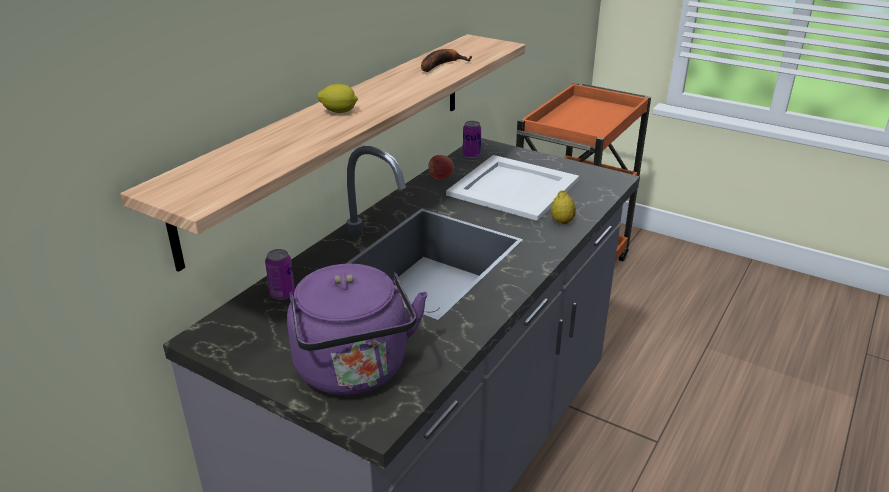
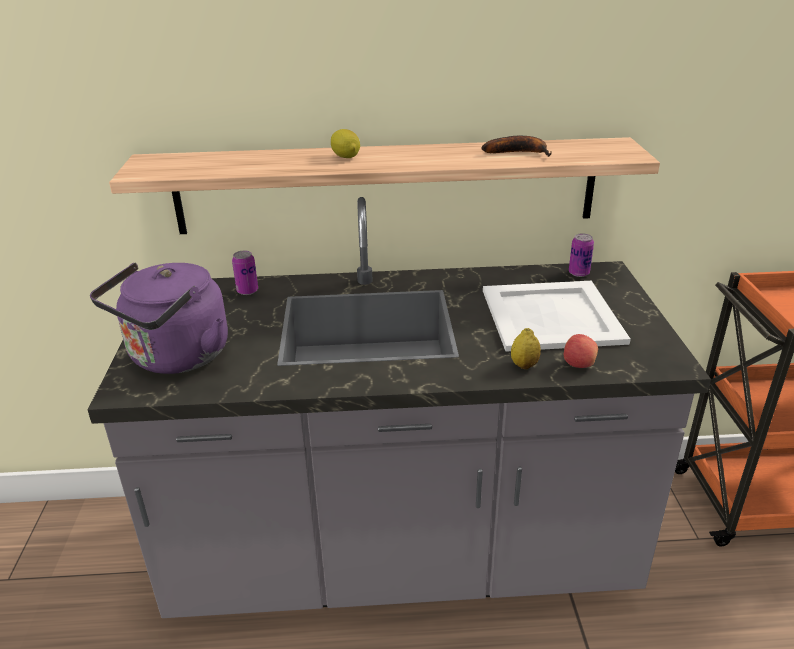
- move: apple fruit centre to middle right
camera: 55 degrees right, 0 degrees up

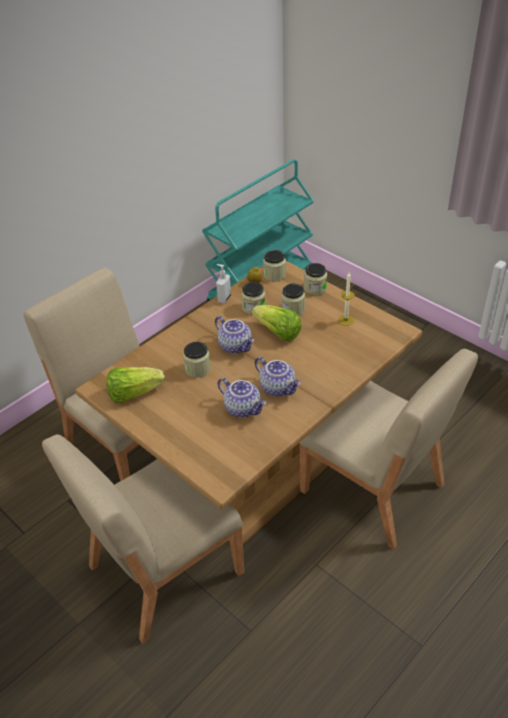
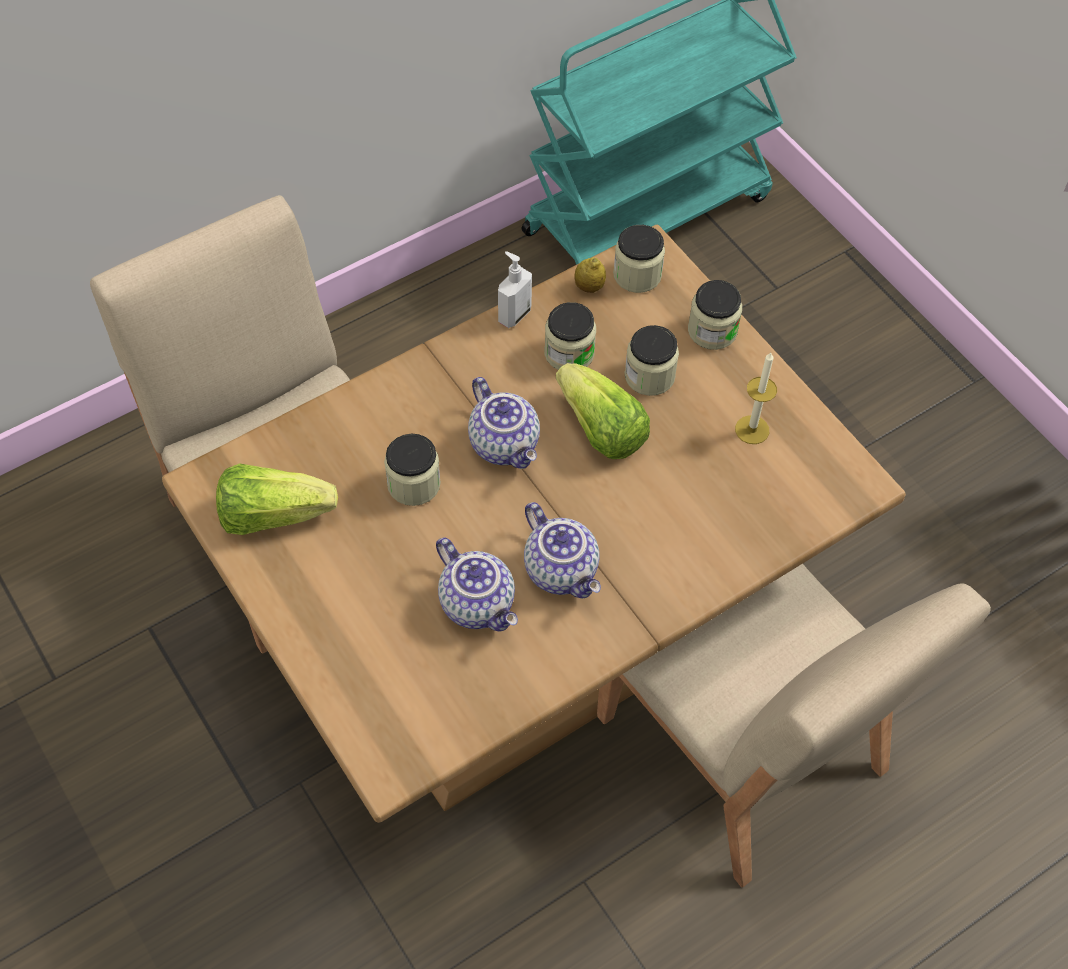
- delete: upright chair (sand-coloured) (2nd from left) bottom left
camera: 10 degrees right, 15 degrees up

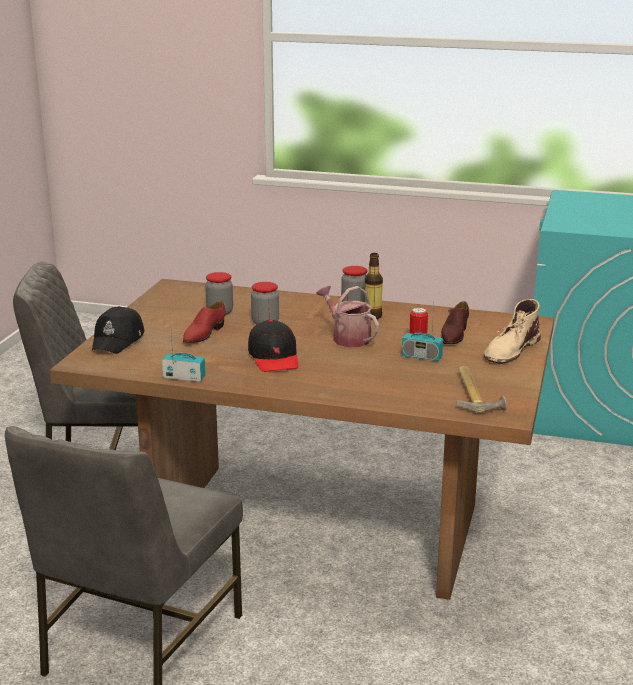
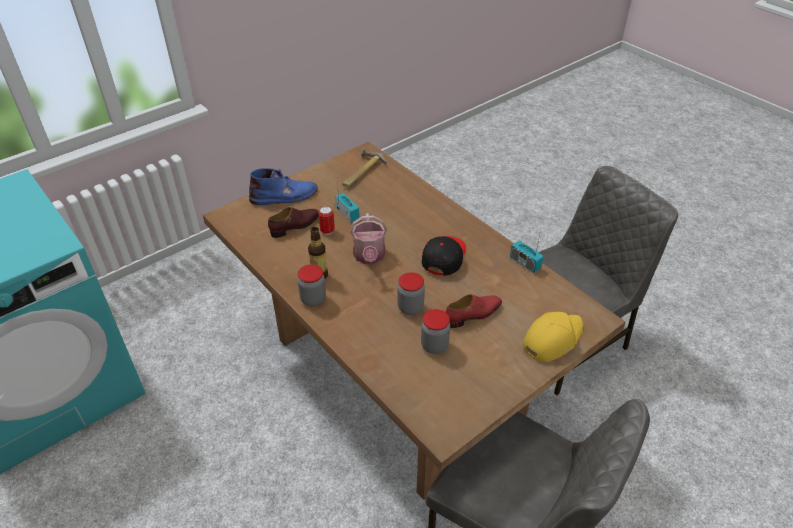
- recolor: high-top boot (sand-coloured) middle right to high-top boot (bluish) centre
- recolor: cap (black) (1st from left) middle left to cap (yellow) middle right
camera: 145 degrees left, 20 degrees up

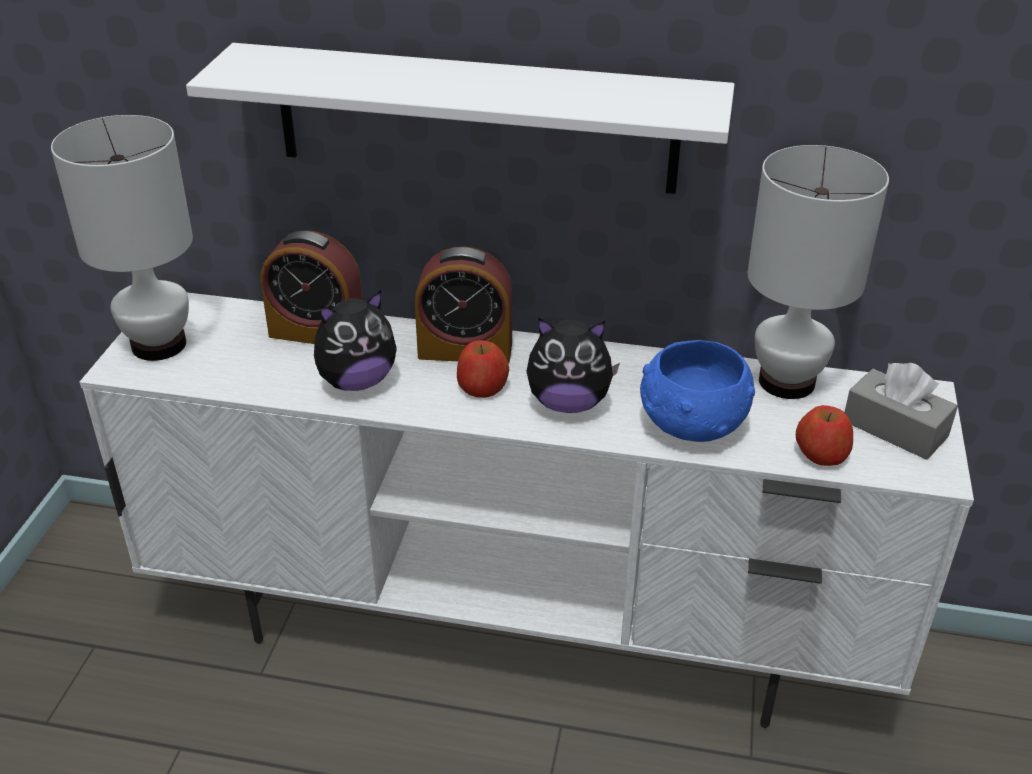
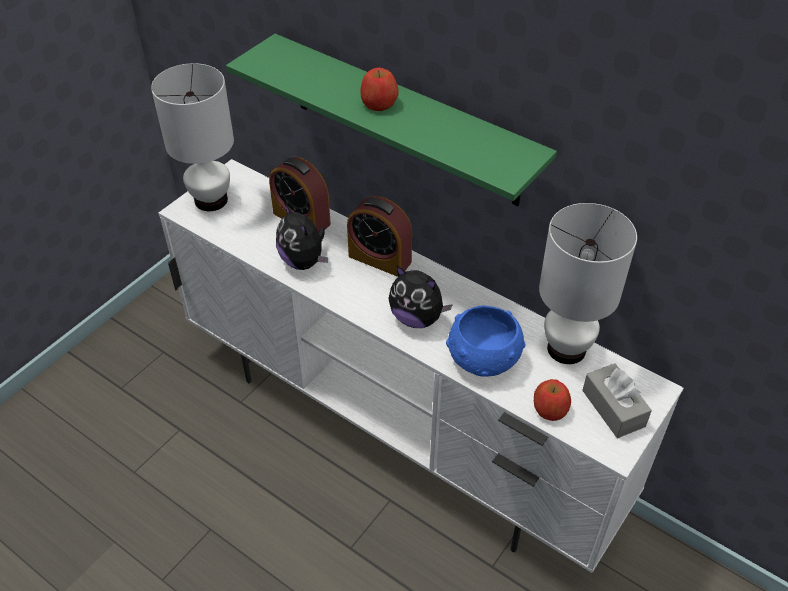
- recolor: wall shelf (white-coloured) top centre to wall shelf (green) top centre
- rotate: cuddly toy (1st from left) centre = centre 60 degrees clockwise
- move: apple fruit (1st from left) centre to top centre
camera: 25 degrees right, 10 degrees up

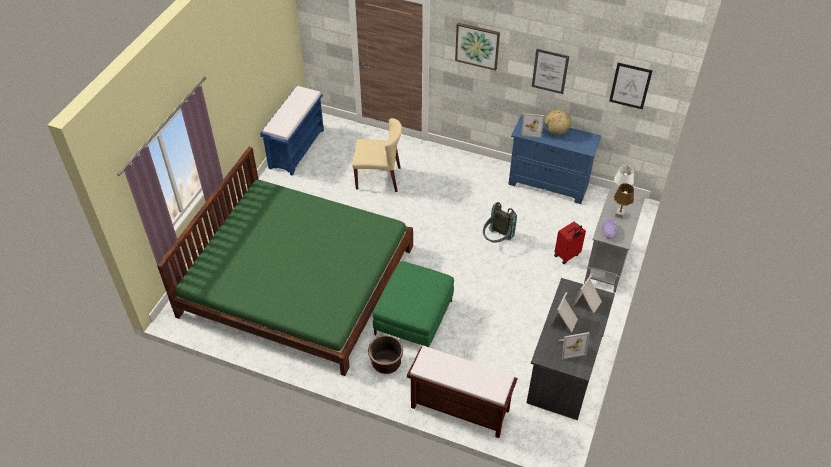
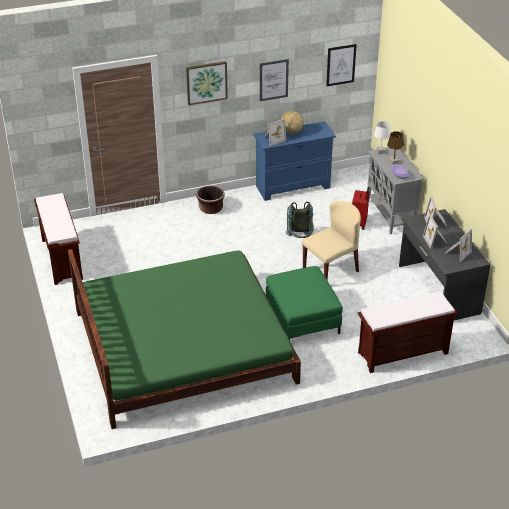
- recolor: long seat (bluish) top centre to long seat (brown) (1st from left) middle left
- move: upright chair (sand-coloured) top centre to centre
- move: flower pot (brown) bottom centre to centre
camera: 40 degrees left, 10 degrees down

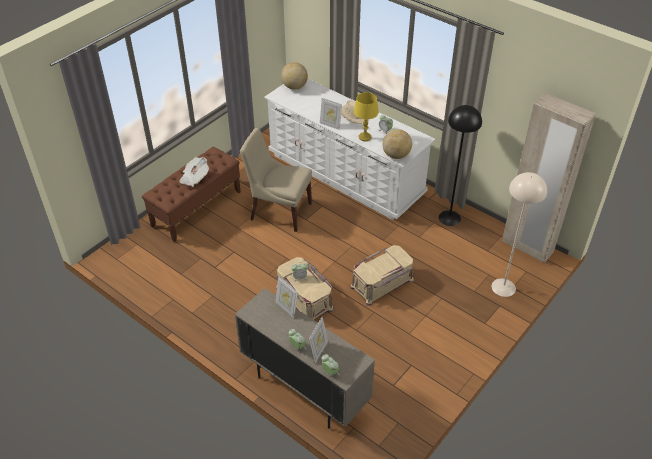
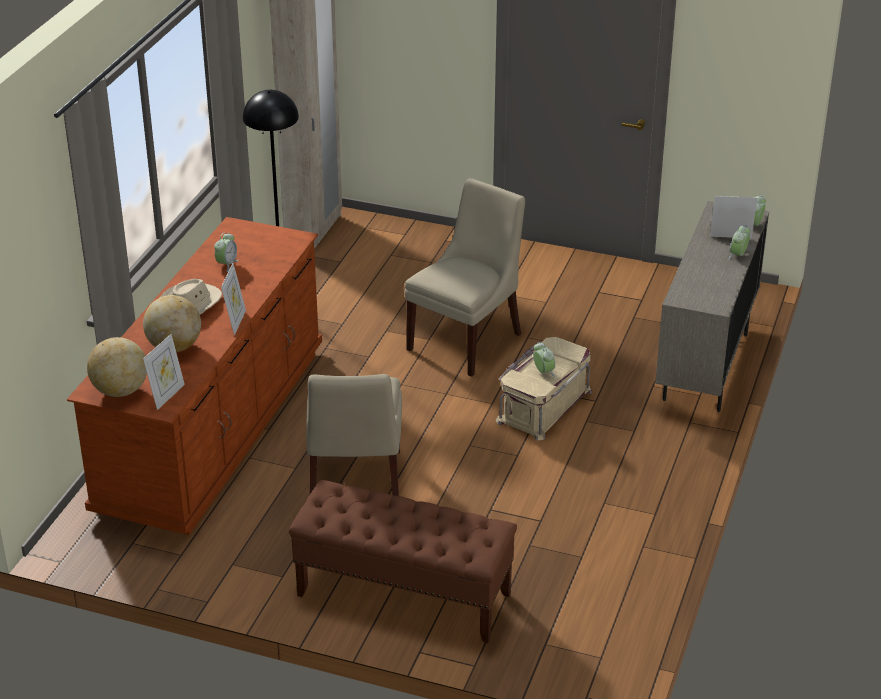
- recolor: drawer chest (white-coloured) top centre to drawer chest (brown) middle left
- delete: table lamp (yellow) top centre
- move: globe (2nd from left) top centre to middle left
- delete: newspaper middle left
- delete: floor lamp (sand-coloured) middle right
- replace: storage container (sand-coloured) (2nd from left) centre to upright chair (sand-coloured) (2nd from left) centre
- move: photo frame (1st from left) centre to middle left
camera: 110 degrees left, 10 degrees down

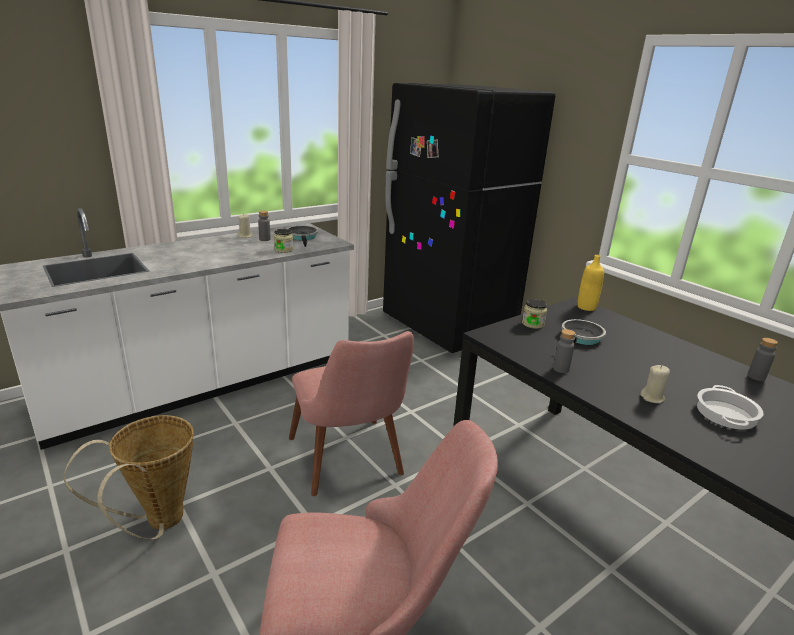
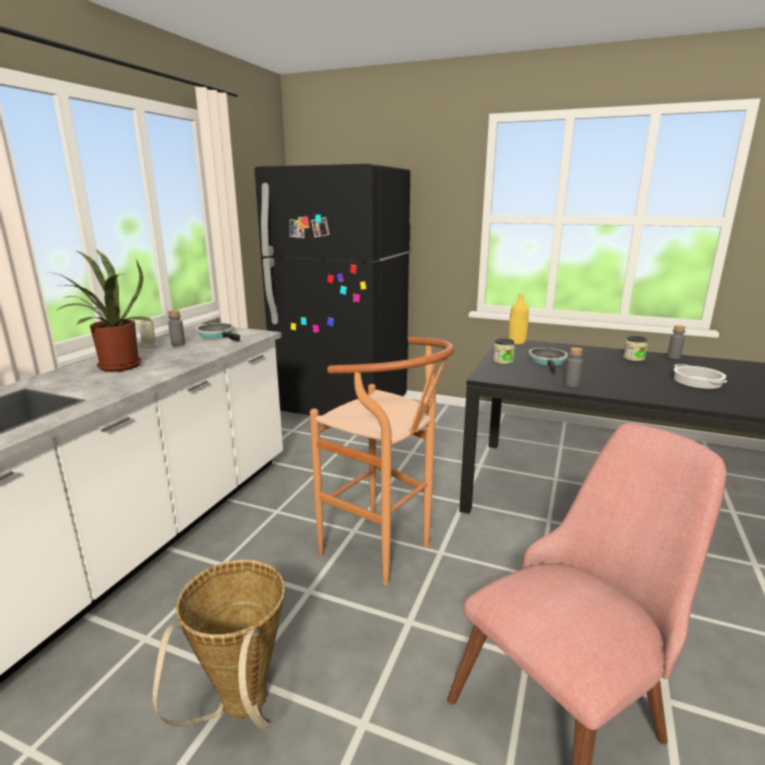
- move: storage jar (1st from left in the first image) centre to storage jar (2nd from left) middle right
- replace: upright chair (pink) (1st from left) centre to stool (brown) centre
- delete: wax light (sand-coloured) (2nd from left) middle right
- insert: houseplant middle left
camera: 30 degrees left, 5 degrees down

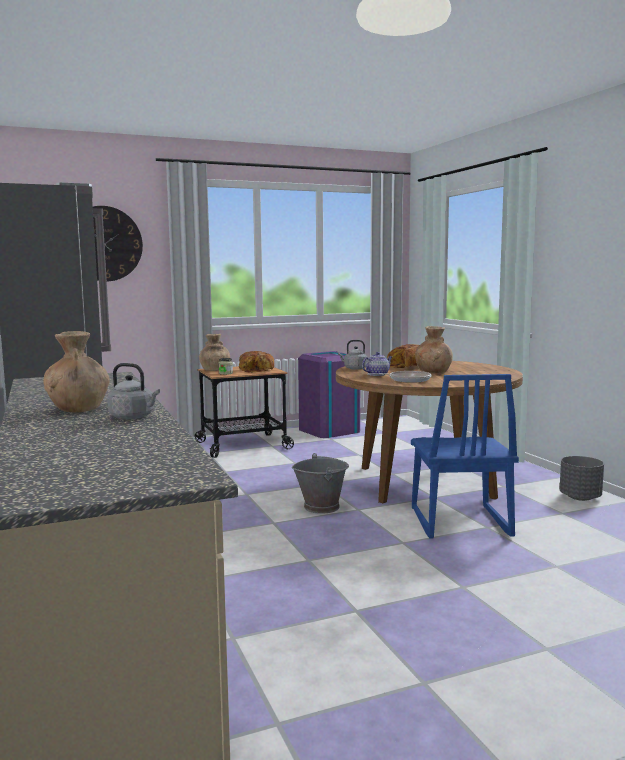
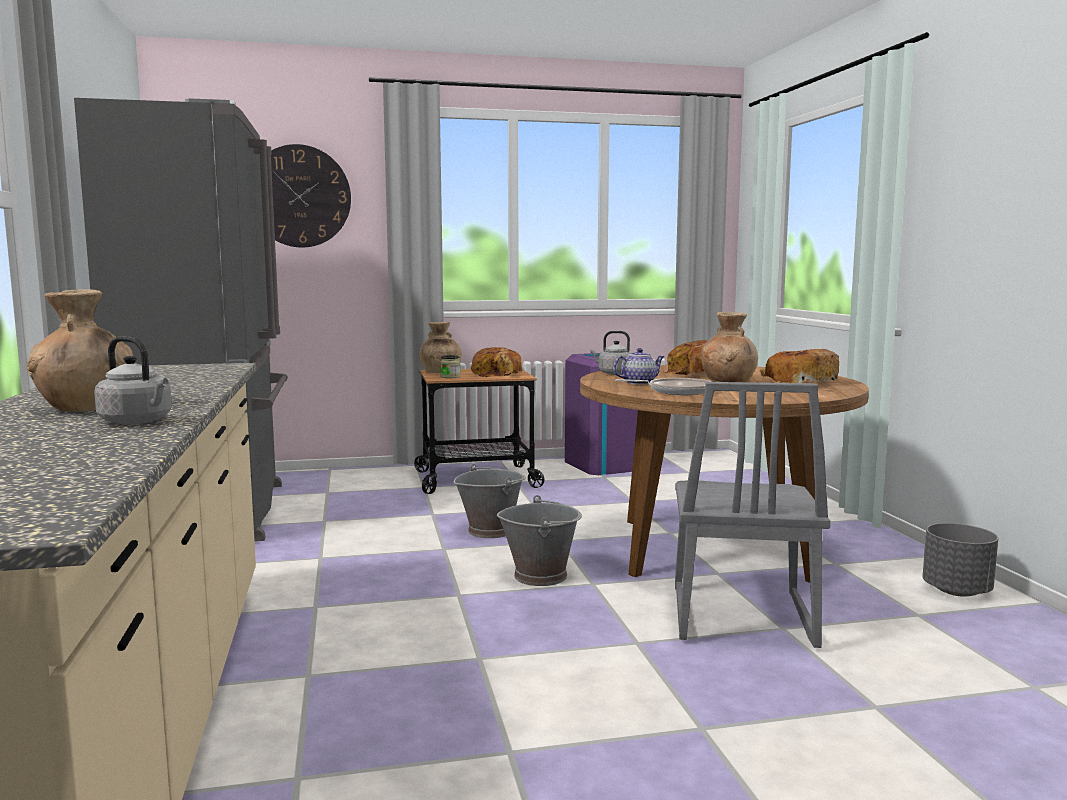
- recolor: upright chair (bluish) middle right to upright chair (grey) middle right
- insert: bread (3rd from left) middle right
- insert: water bucket (grey) (1st from left) centre
camera: 10 degrees right, 0 degrees up

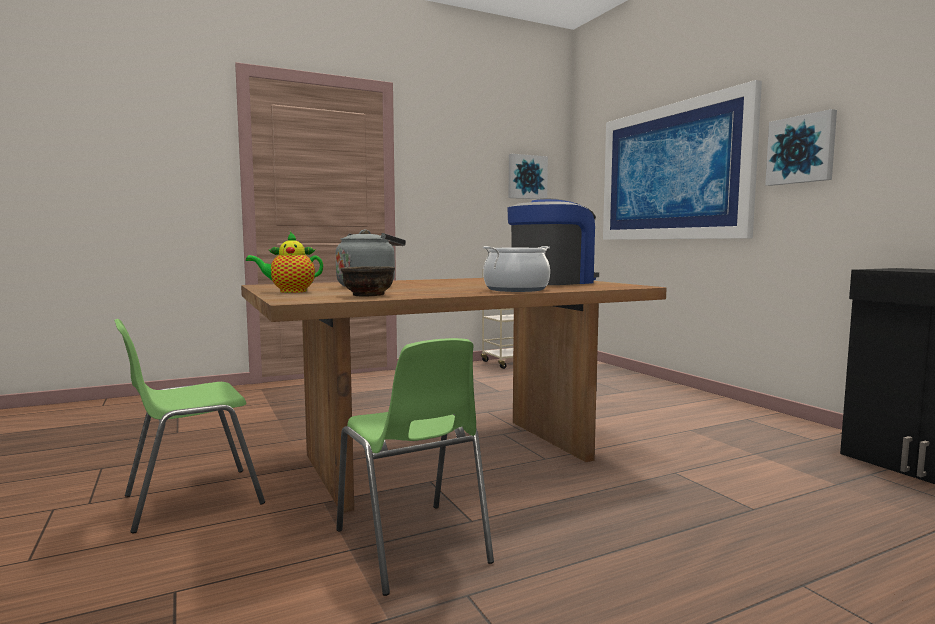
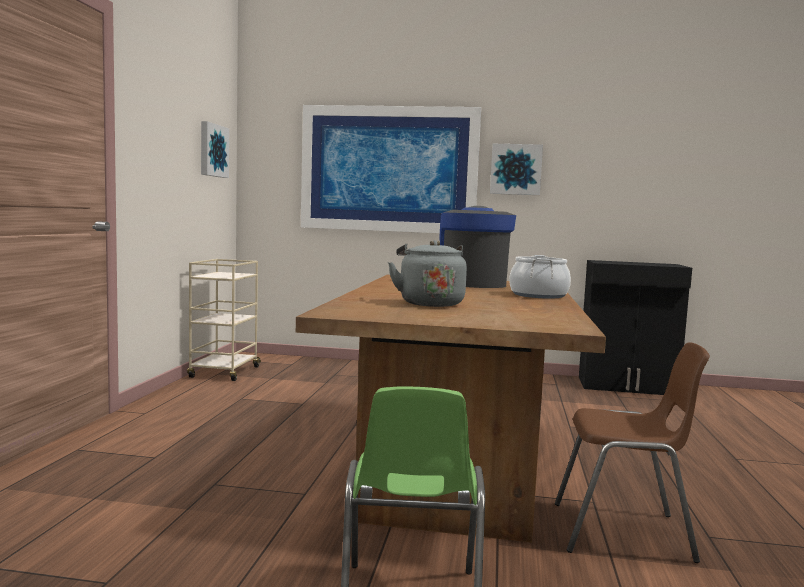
- delete: pot for tea middle left
- delete: deep dish (brown) centre
- recolor: upright chair (green) (2nd from left) bottom centre to upright chair (brown) bottom right
camera: 55 degrees left, 0 degrees up

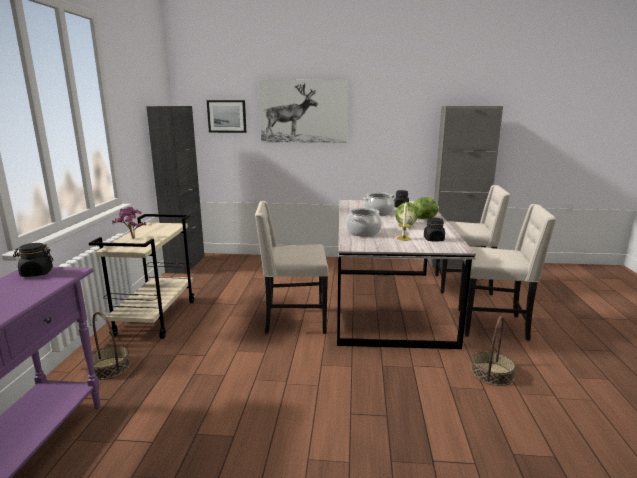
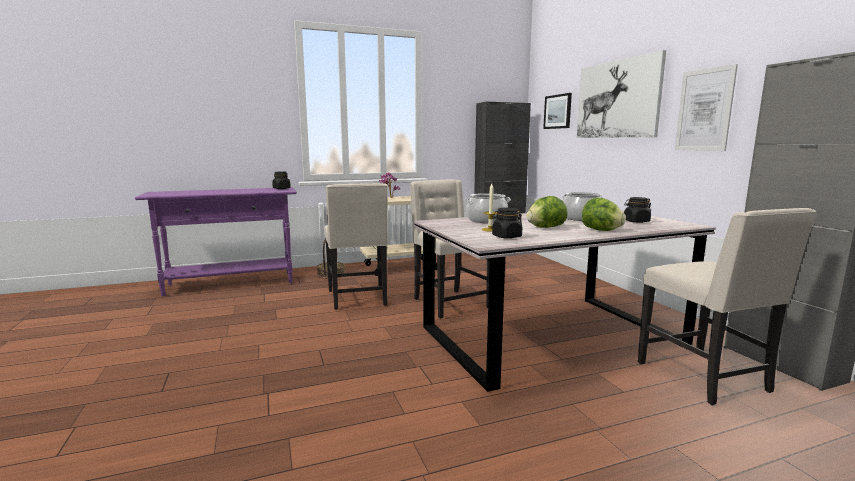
- move: upright chair (sand-coloured) (3rd from left in the first image) middle right to upright chair (sand-coloured) (1st from left) centre
- delete: storage basket (2nd from left) bottom right
- insert: wall art (3rd from left) top right
camera: 65 degrees right, 5 degrees down

